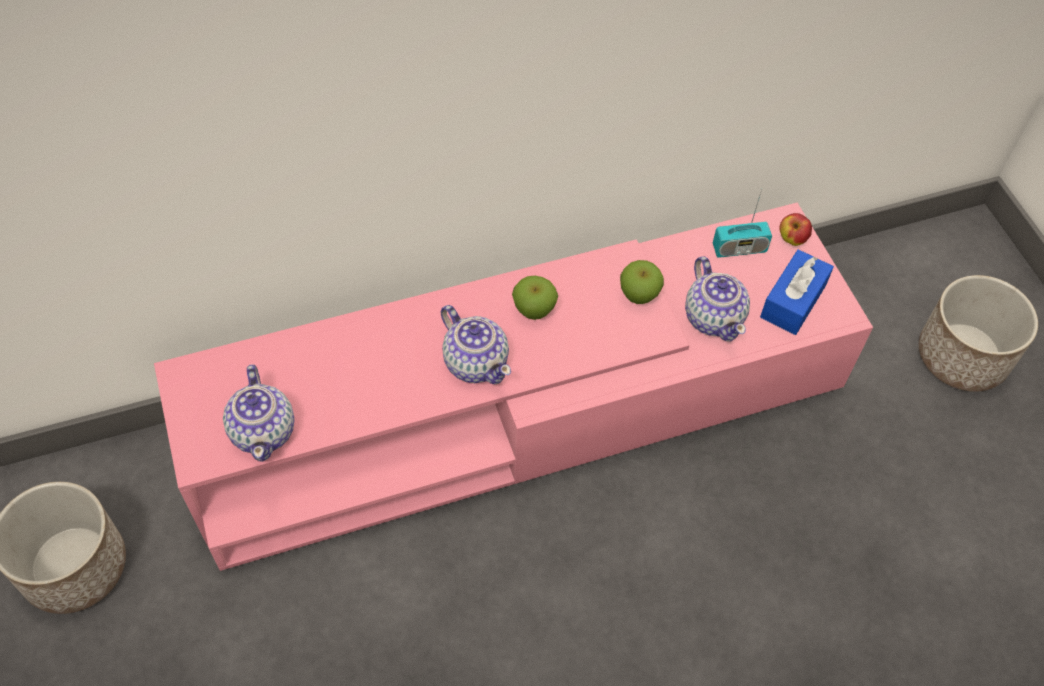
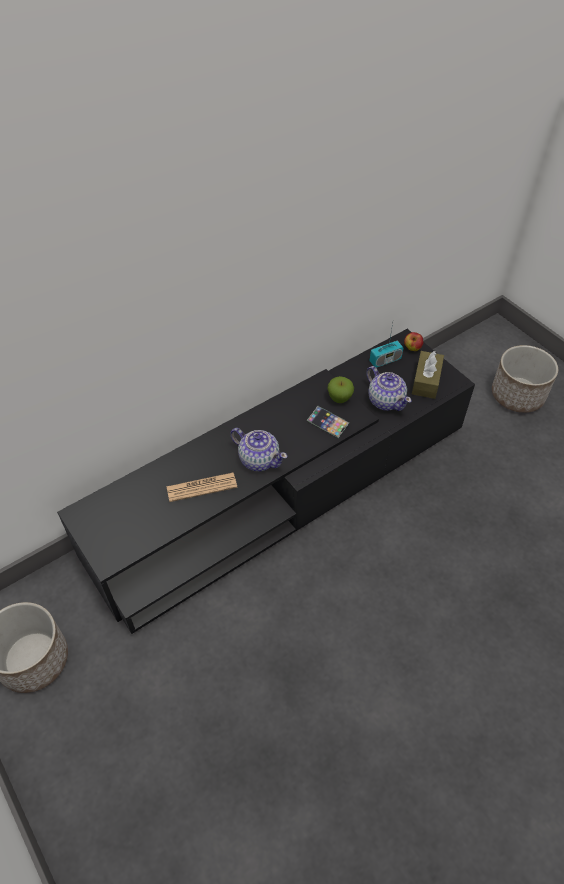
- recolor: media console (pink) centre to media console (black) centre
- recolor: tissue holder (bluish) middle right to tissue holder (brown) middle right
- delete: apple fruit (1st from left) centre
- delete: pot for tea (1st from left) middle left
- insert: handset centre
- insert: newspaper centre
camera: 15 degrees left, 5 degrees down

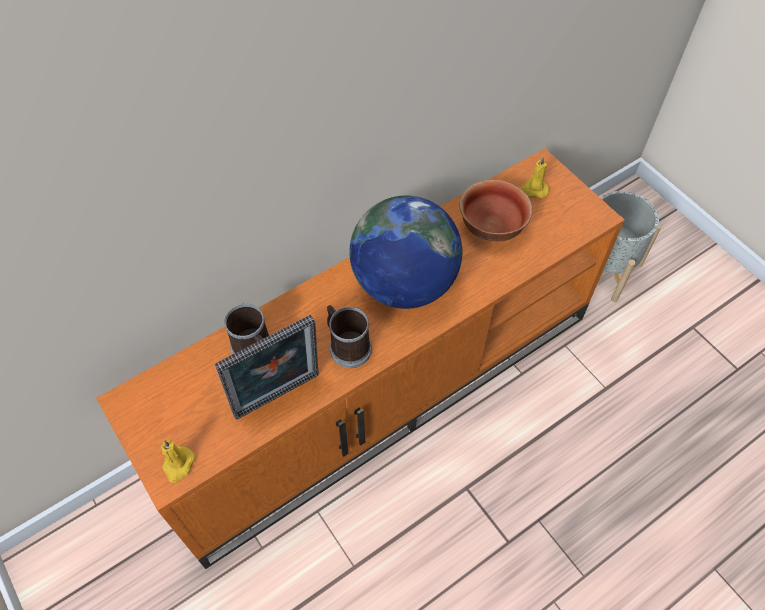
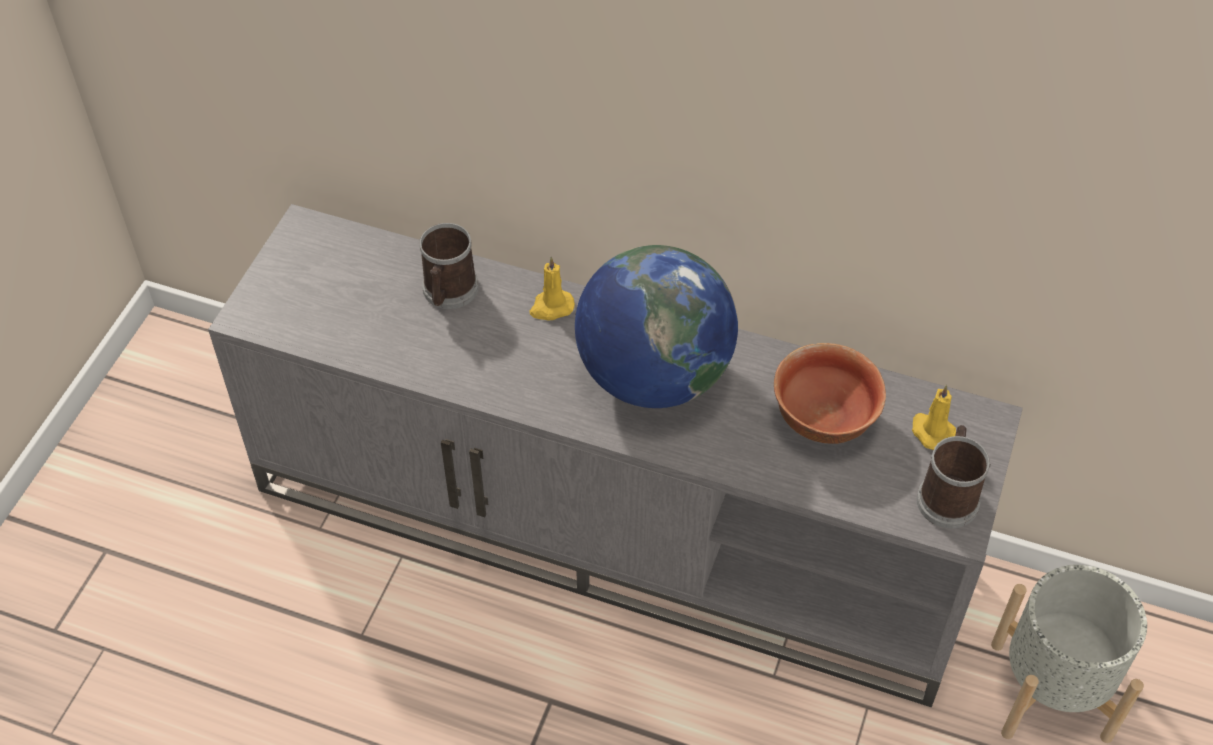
- recolor: media console (orange) centre to media console (grey) centre
- move: coffee mug (2nd from left) centre to middle right
- delete: photo frame centre
- move: wax light (yellow) (1st from left) bottom left to centre
camera: 55 degrees right, 5 degrees down

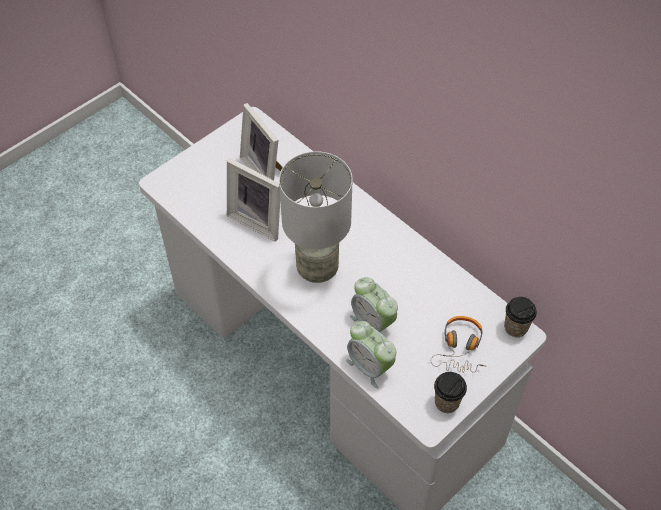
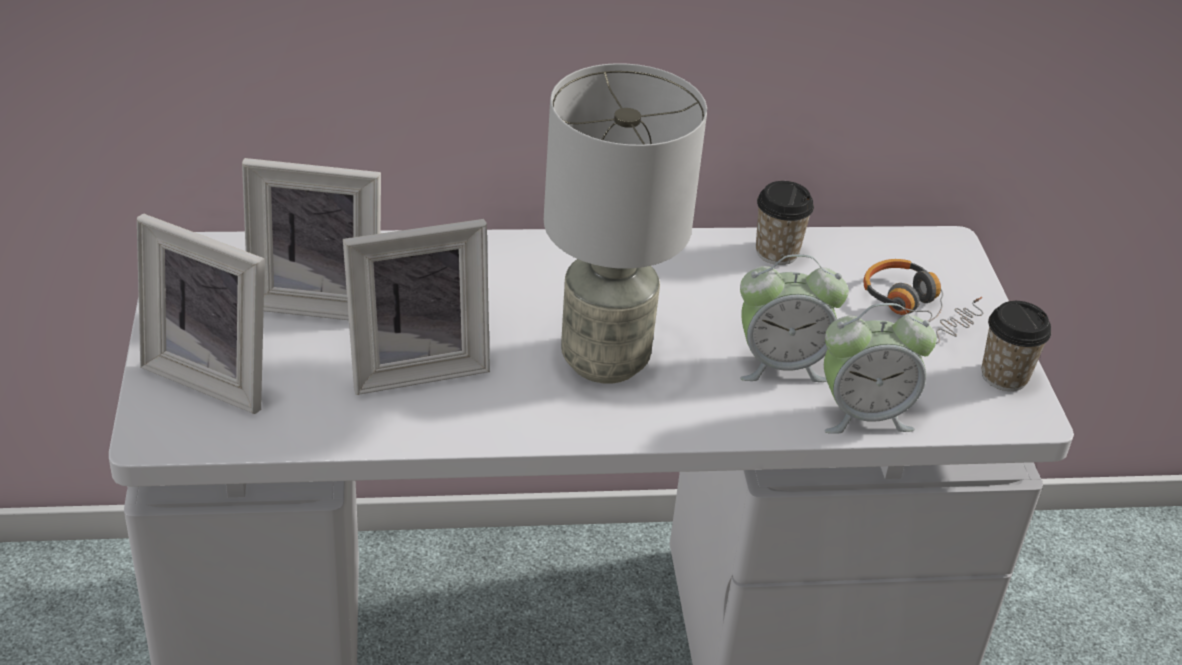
- move: drinking cup (2nd from left in the first image) middle right to drinking cup (1st from left) centre
- insert: photo frame (1st from left) middle left
camera: 55 degrees left, 15 degrees down

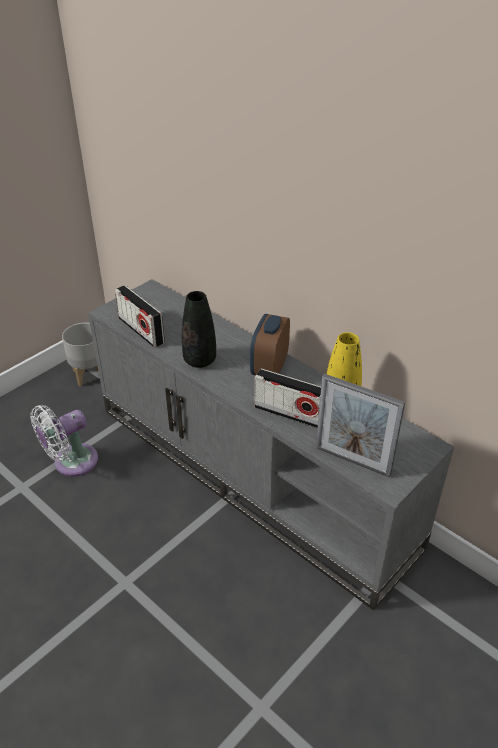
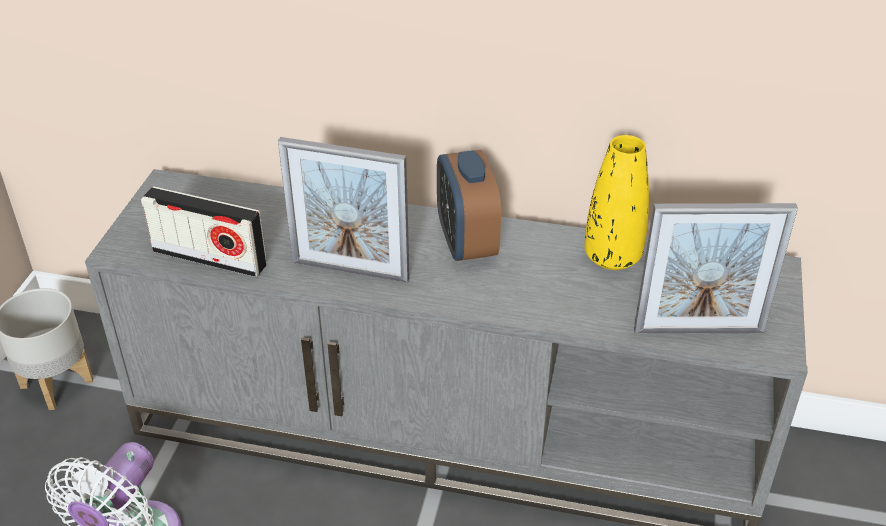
- replace: flower vase (black) centre to photo frame (1st from left) centre
- delete: radio receiver (2nd from left) centre
camera: 30 degrees left, 0 degrees up

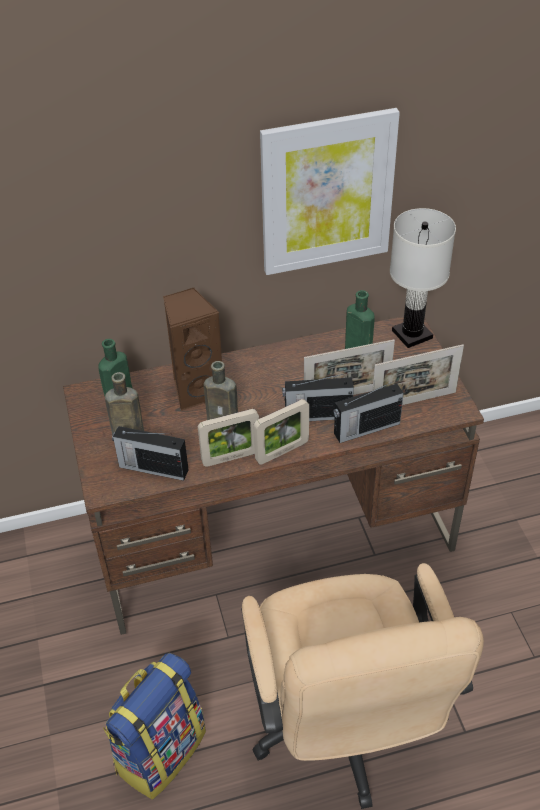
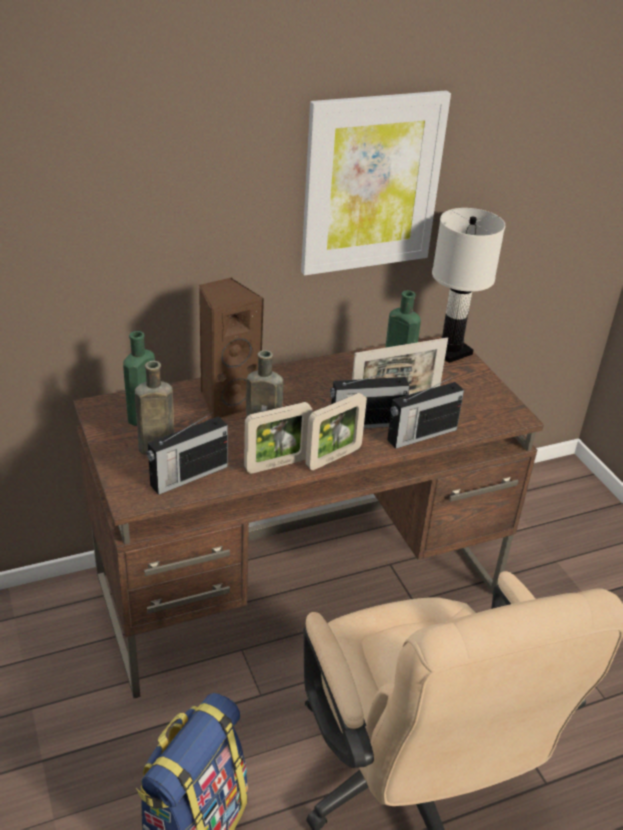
- delete: photo frame (4th from left) middle right
- rotate: radio receiver (1st from left) middle left = middle left 45 degrees counterclockwise
camera: 10 degrees left, 10 degrees down

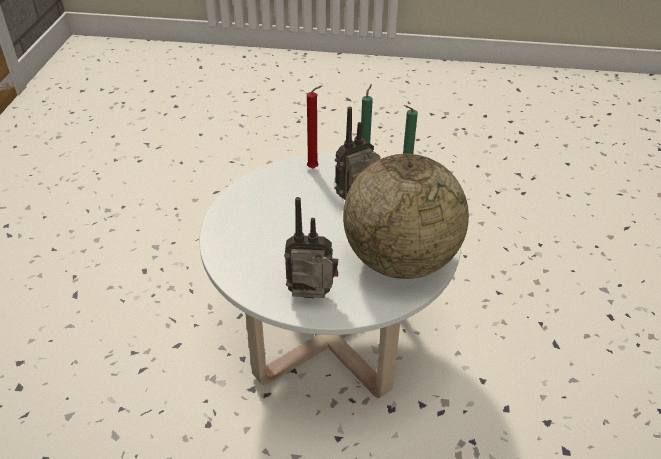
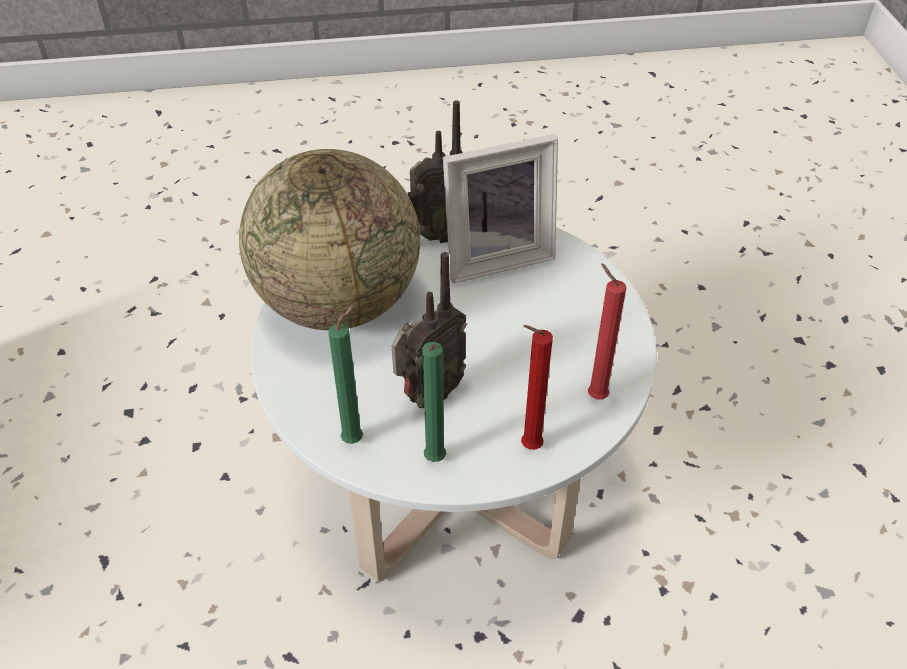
- insert: photo frame top centre
- insert: wax light (red) (2nd from left) middle right
camera: 165 degrees right, 5 degrees up

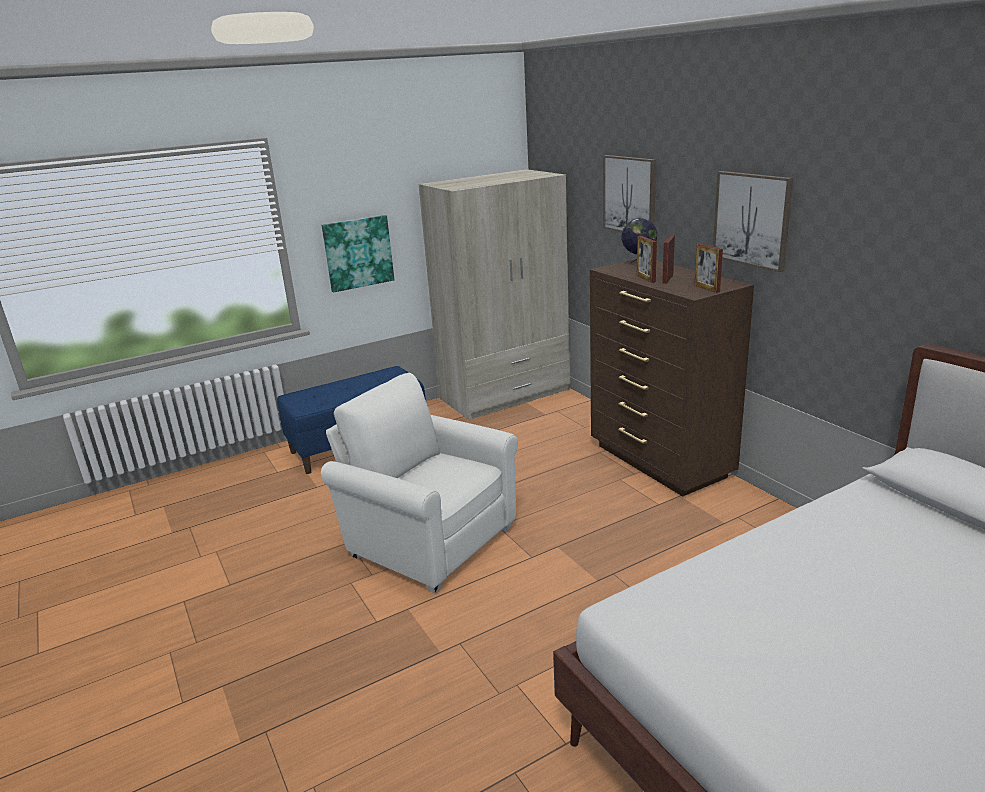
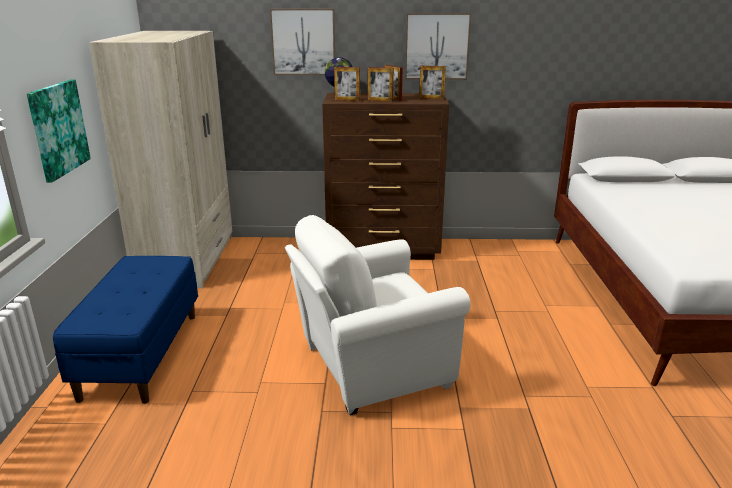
- insert: photo frame (1st from left) top centre
camera: 60 degrees left, 0 degrees up

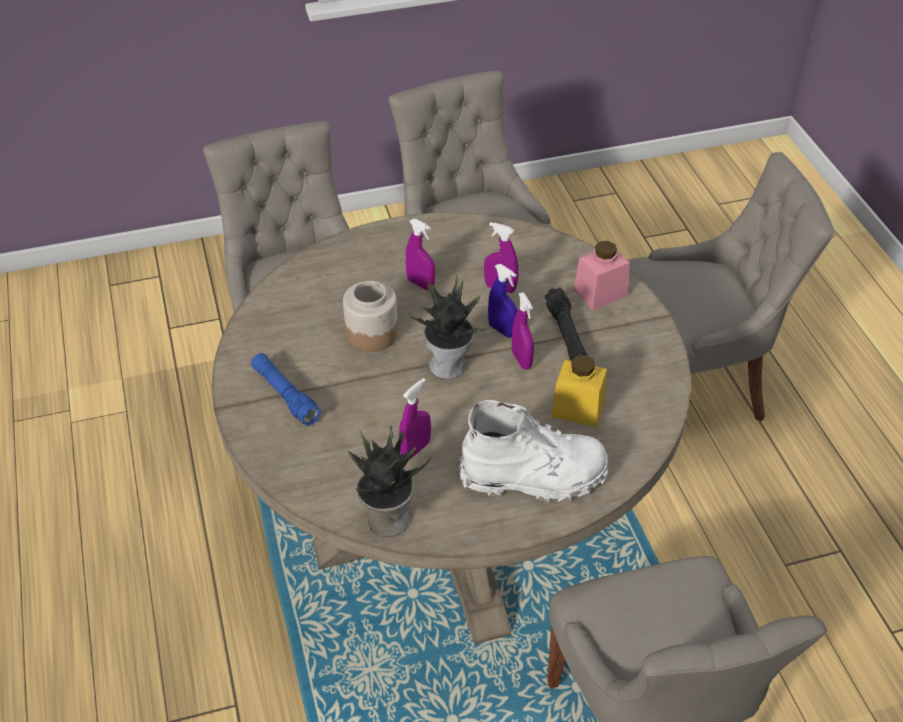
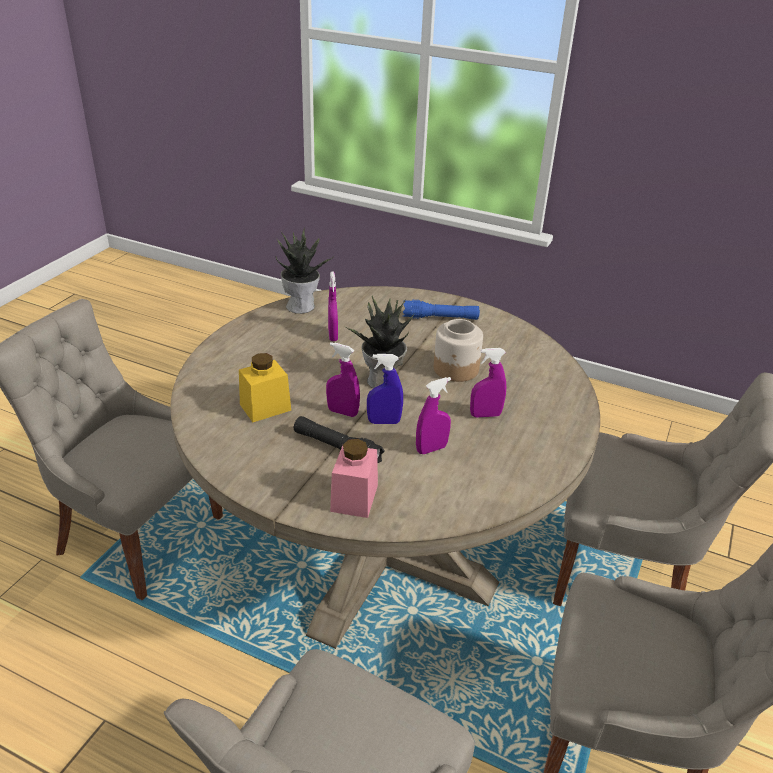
- delete: high-top boot (white-coloured) centre
camera: 130 degrees right, 10 degrees down

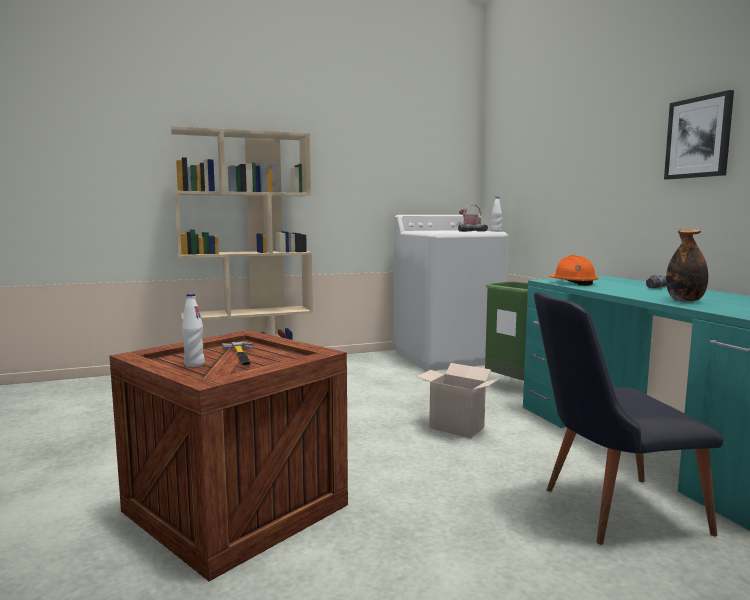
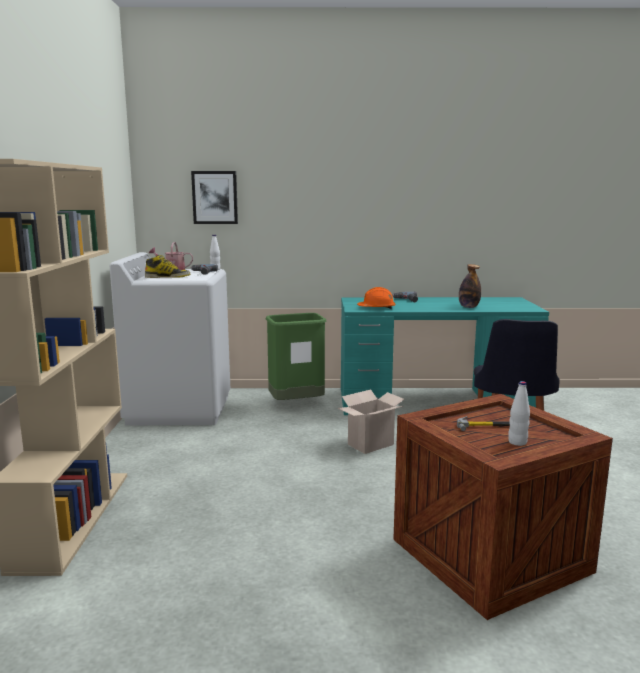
- move: wall art top right to top centre
- insert: high-top boot middle left
camera: 70 degrees left, 5 degrees up

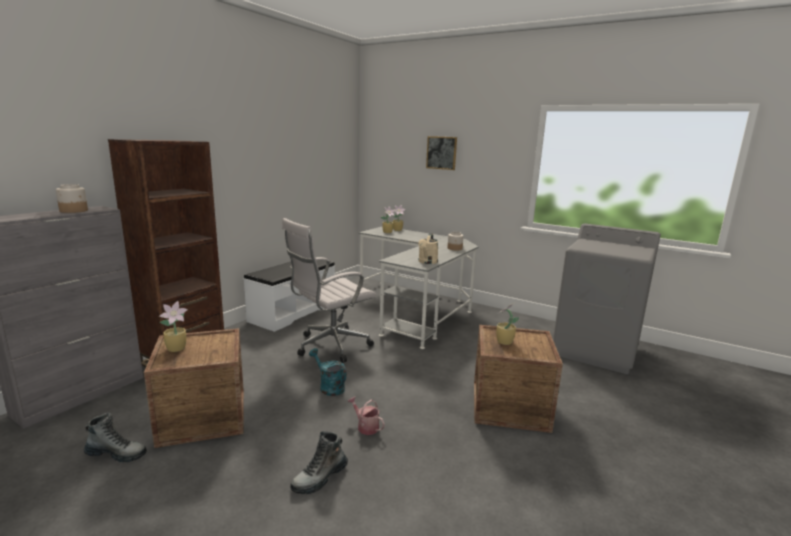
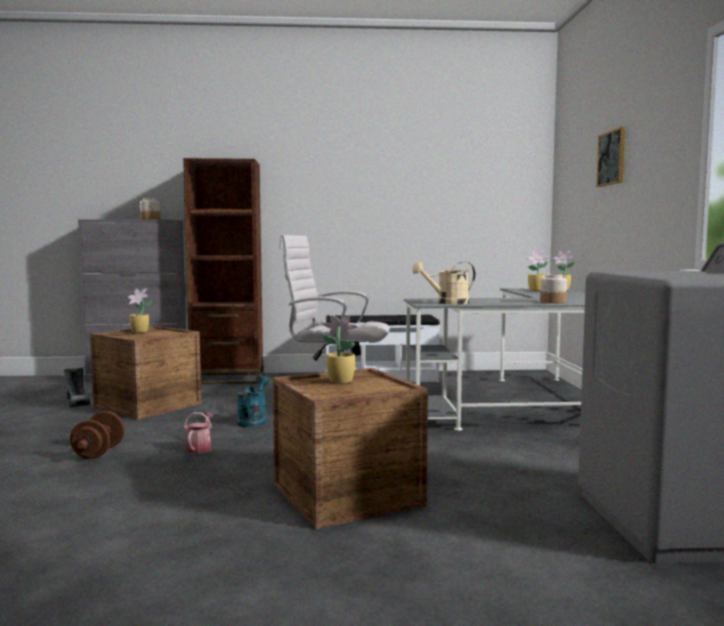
- replace: high-top boot (2nd from left) bottom centre to free weight (brown) bottom left
camera: 55 degrees right, 10 degrees down

